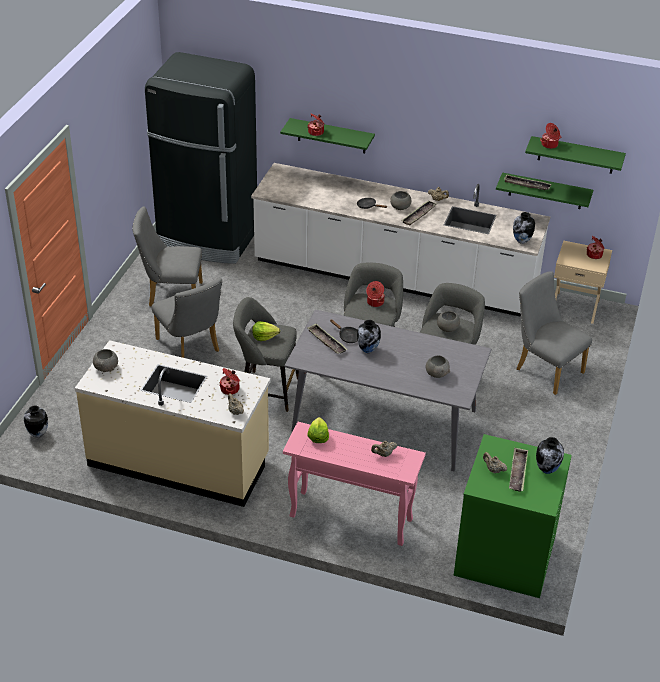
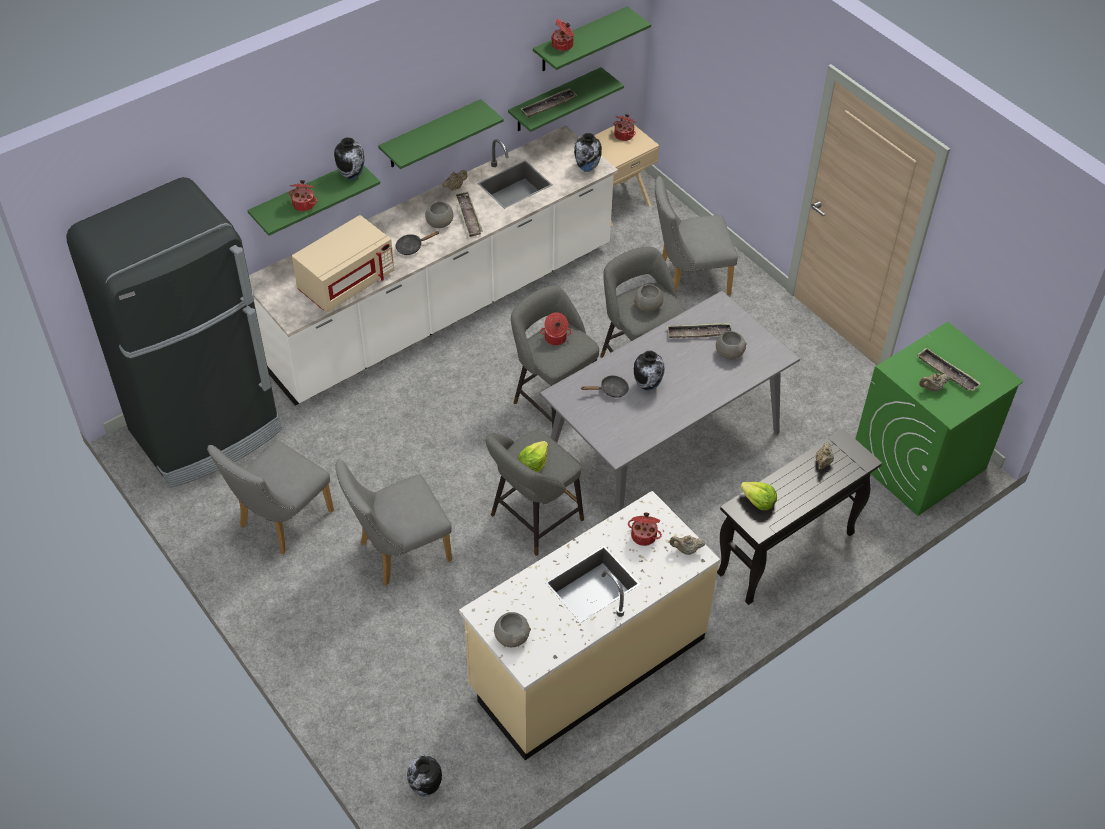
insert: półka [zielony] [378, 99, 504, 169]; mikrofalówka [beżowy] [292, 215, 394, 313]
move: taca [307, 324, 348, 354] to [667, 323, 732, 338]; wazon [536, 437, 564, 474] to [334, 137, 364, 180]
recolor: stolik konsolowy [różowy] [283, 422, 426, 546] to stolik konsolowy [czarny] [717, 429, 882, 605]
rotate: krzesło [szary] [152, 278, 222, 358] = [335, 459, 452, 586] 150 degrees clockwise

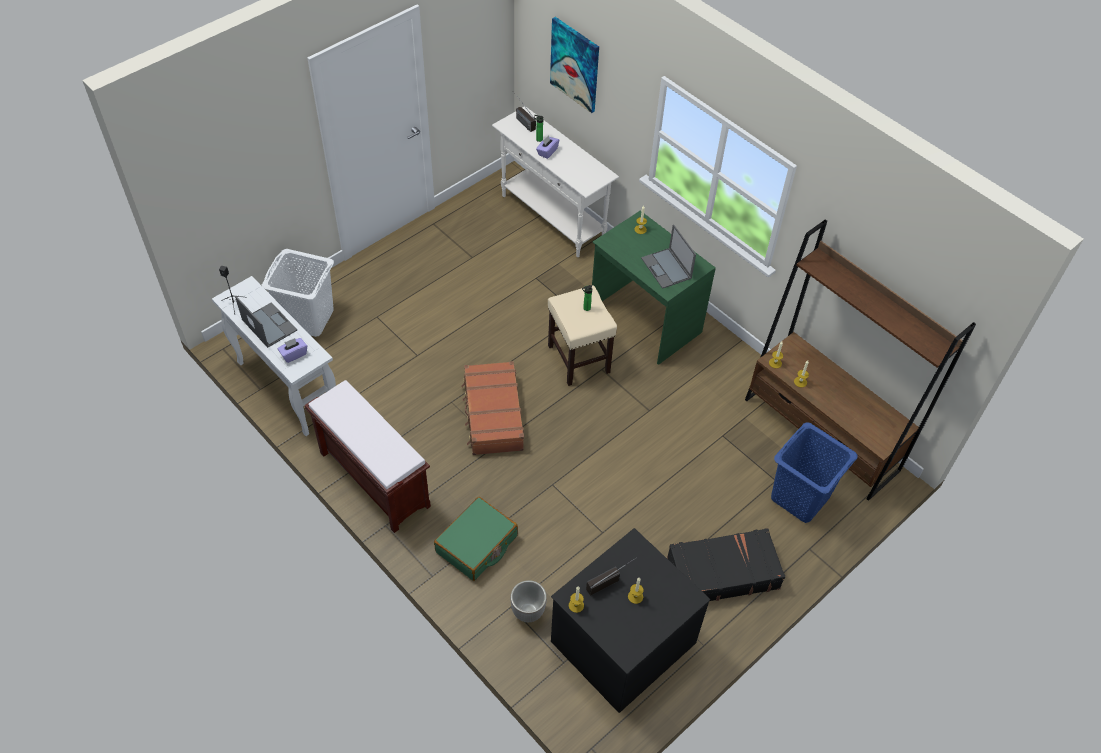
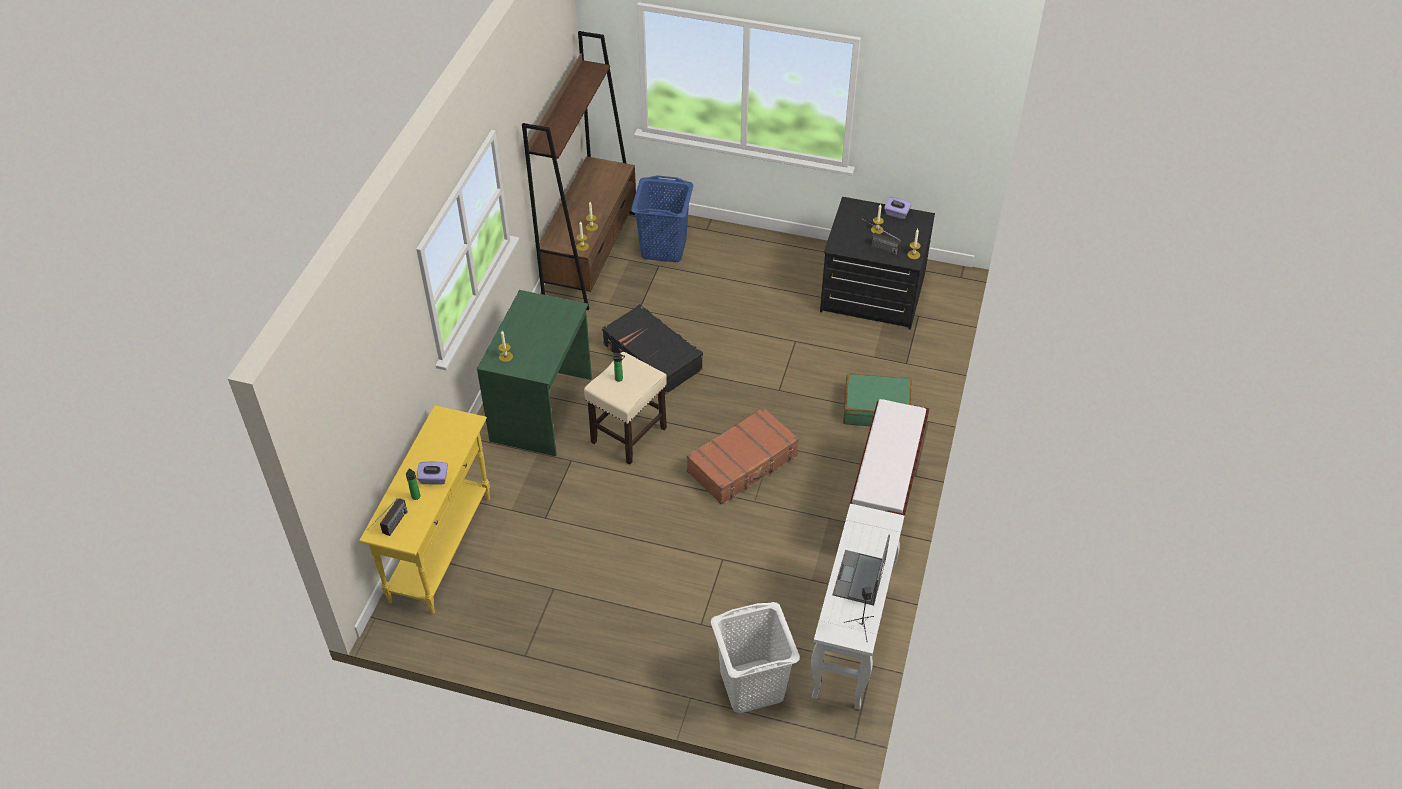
delete: obraz [550, 17, 599, 113]; laptop [641, 224, 696, 289]; donica [510, 580, 547, 622]
move: pudełko chusteczek [fioletowy] [278, 338, 307, 363] to [884, 197, 912, 219]; walizka [czarny] [667, 528, 785, 601] to [602, 304, 703, 395]
recolor: stolik konsolowy [biały] [492, 106, 619, 257] to stolik konsolowy [żółty] [359, 405, 490, 614]

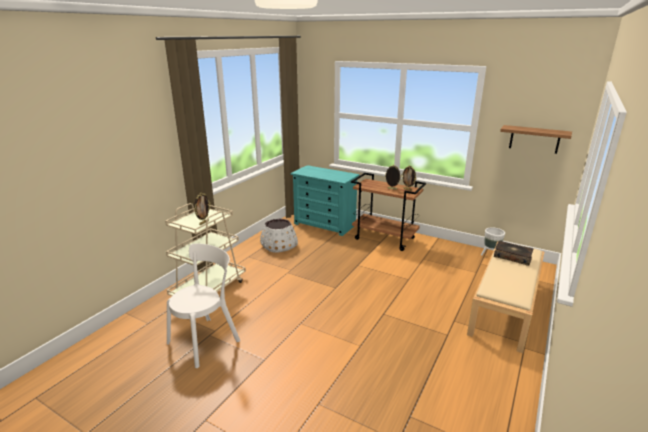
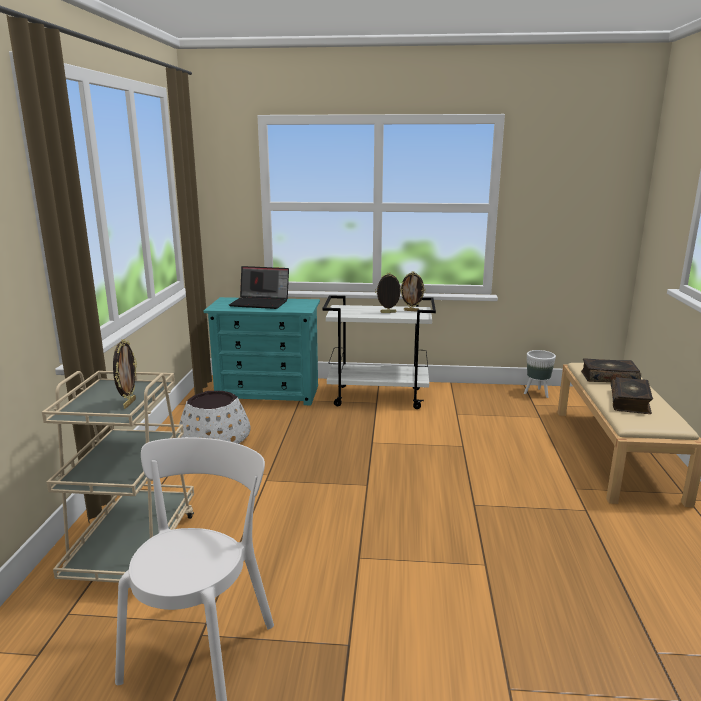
delete: półka [500, 125, 572, 154]
insert: laptop [229, 266, 289, 309]; książka [611, 377, 653, 414]
recolor: wózek [brązowy] [351, 173, 426, 251] to wózek [biały] [322, 295, 436, 409]

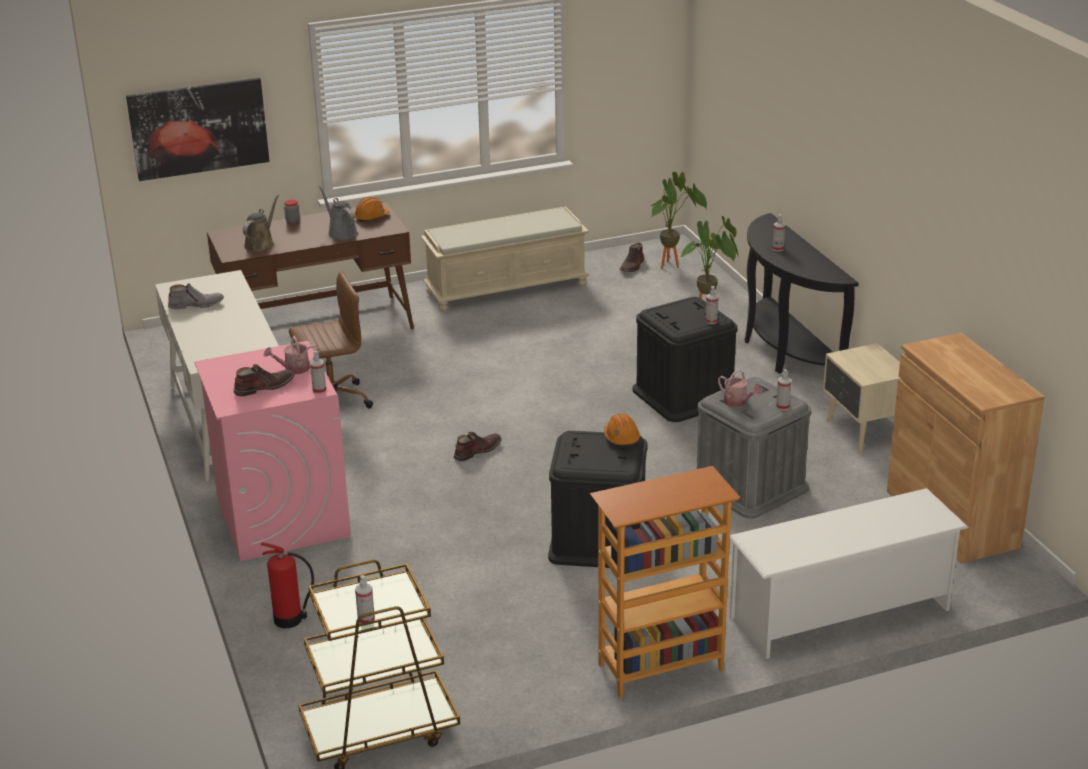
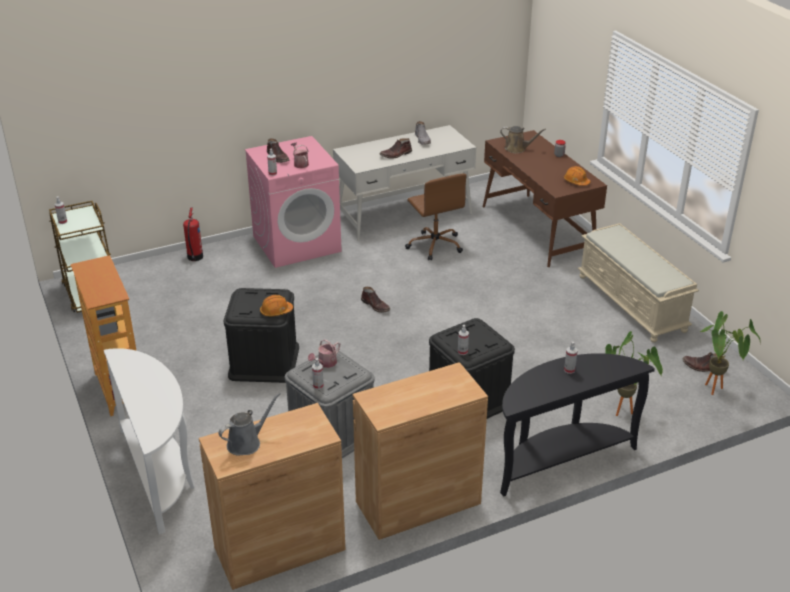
delete: obraz [126, 78, 270, 181]
insert: but z cholewką [brązowy] [380, 138, 412, 159]
move: konewka [szary] [319, 186, 357, 240] to [219, 392, 281, 456]
replace: szafka nocna [beżowy] [823, 343, 902, 453] to szafka [brązowy] [353, 362, 488, 540]; regał na buty [biały] [730, 488, 969, 659] to stolik konsolowy [biały] [104, 348, 195, 534]

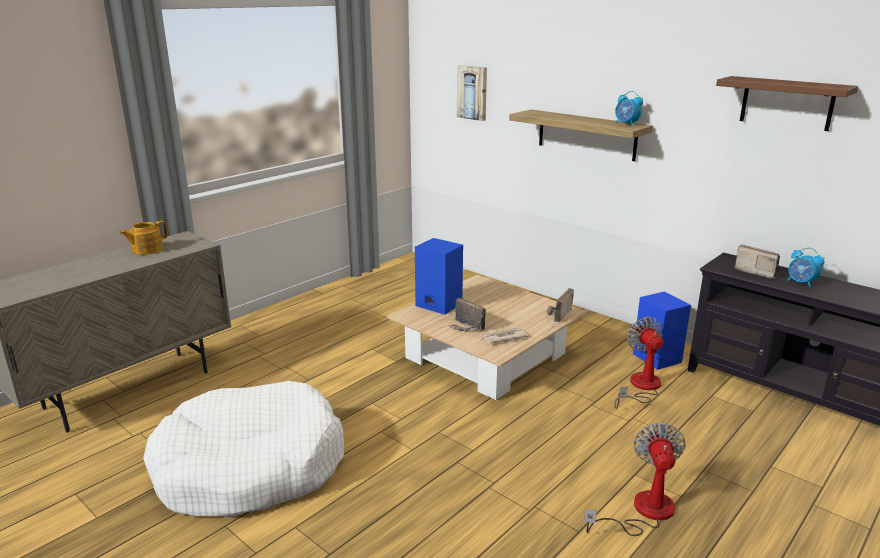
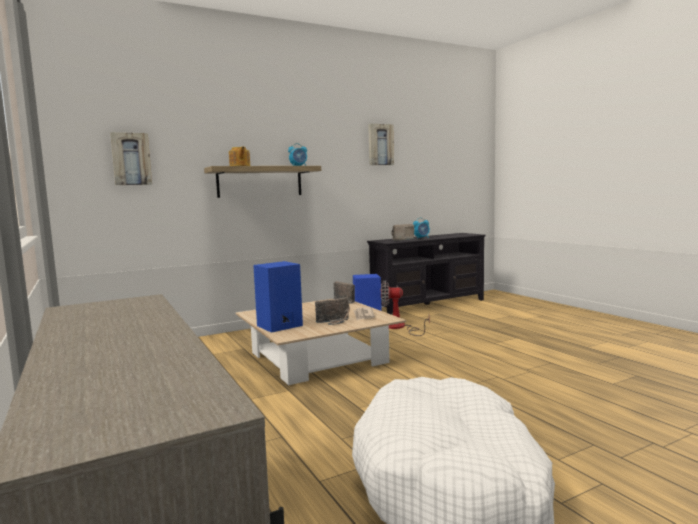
delete: wentylator [584, 423, 686, 536]
move: imbryk [120, 220, 168, 255] to [229, 146, 250, 166]
replace: półka [brązowy] [716, 76, 858, 131] to obraz [368, 124, 394, 165]

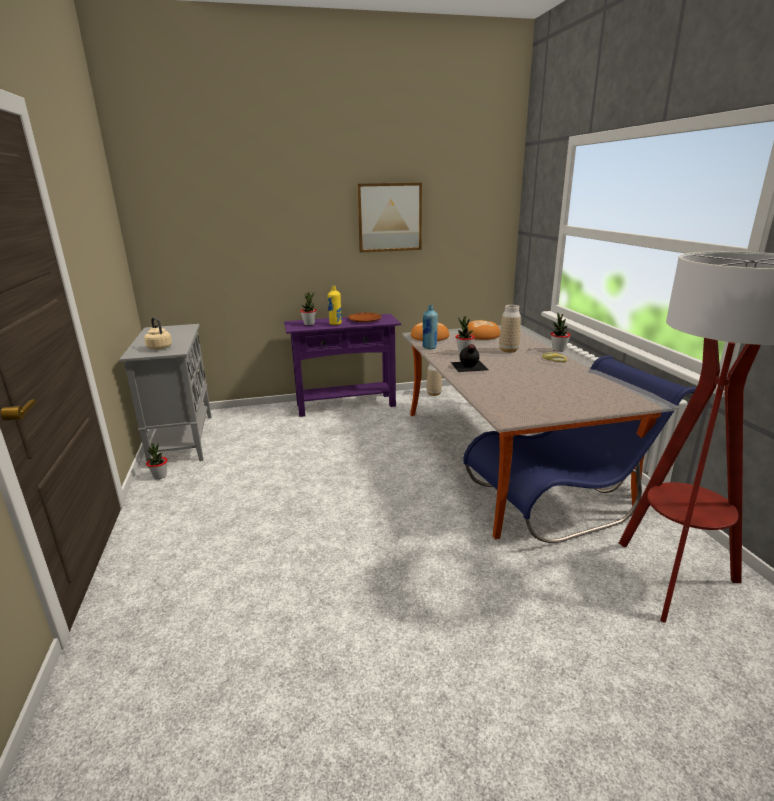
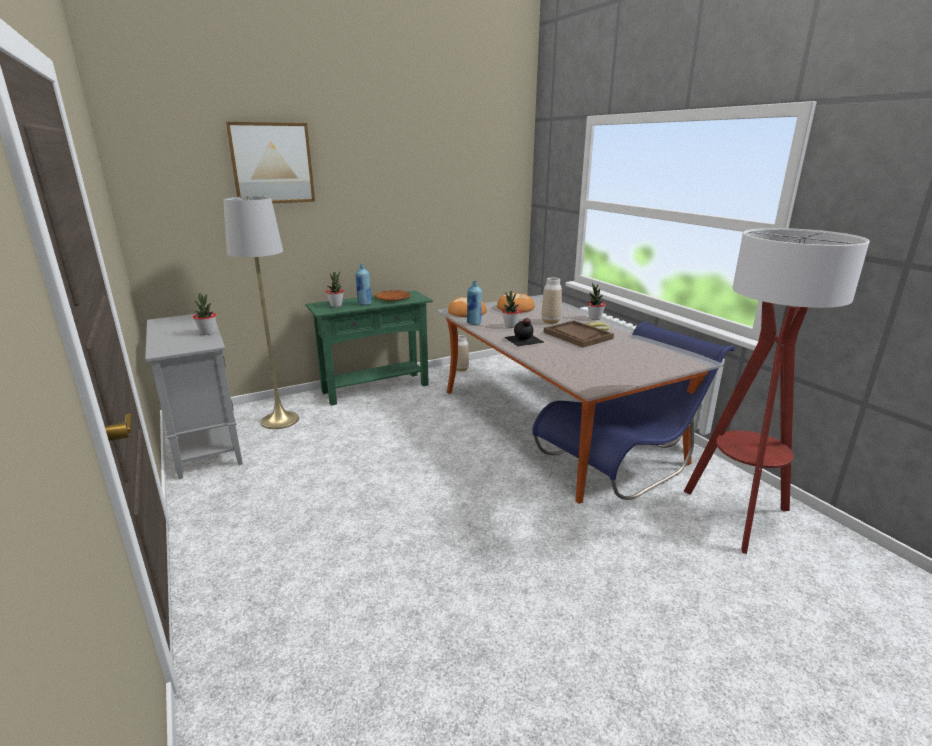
delete: czajnik [beżowy] [144, 317, 172, 350]
insert: lampa stojąca [szary] [223, 196, 299, 429]; taca [brązowy] [544, 320, 614, 347]
move: obraz [357, 183, 422, 253] to [225, 122, 315, 203]; roślina doniczkowa [146, 443, 168, 479] to [193, 293, 216, 335]
recolor: butelka [żółty] [328, 286, 342, 325] to butelka [niebieski] [356, 264, 371, 305]; stolik konsolowy [fioletowy] [284, 314, 401, 417] to stolik konsolowy [zielony] [305, 291, 433, 406]

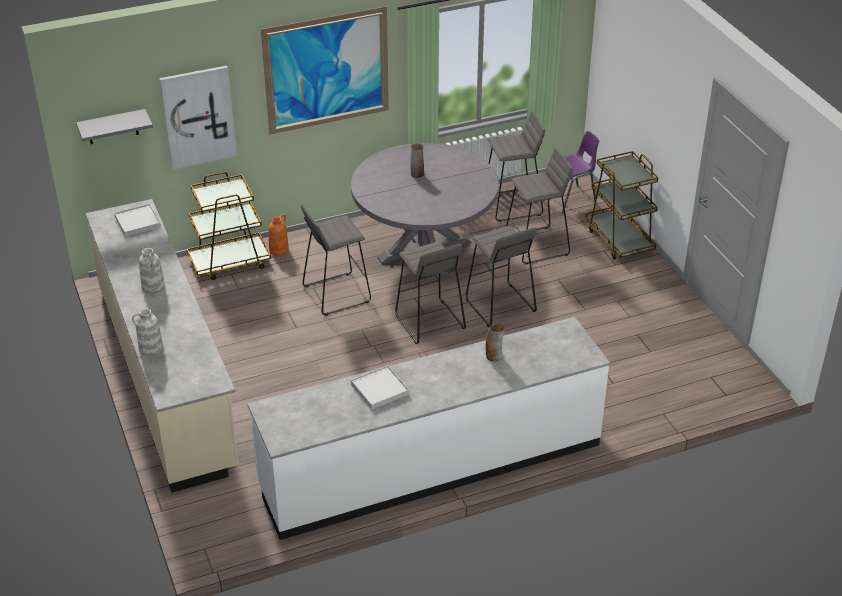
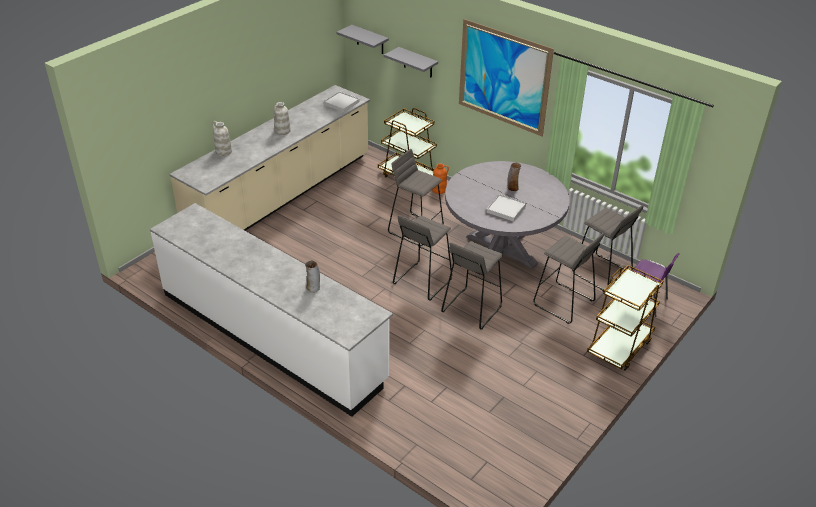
move: taca [biały] [351, 365, 409, 410] to [487, 194, 526, 222]
replace: obraz [159, 66, 237, 169] to półka [szary] [384, 47, 438, 78]

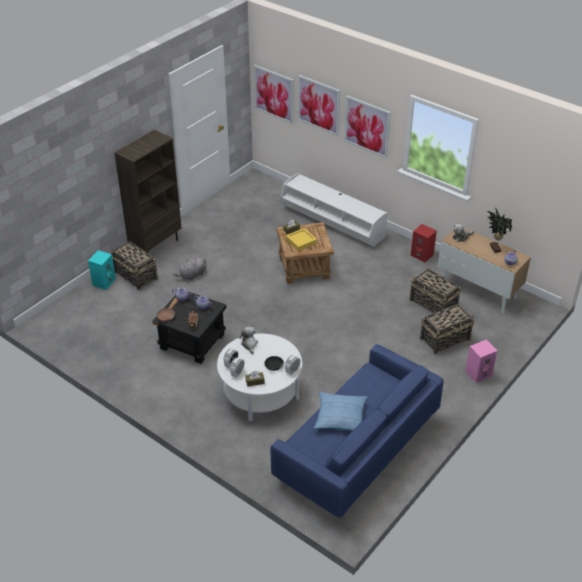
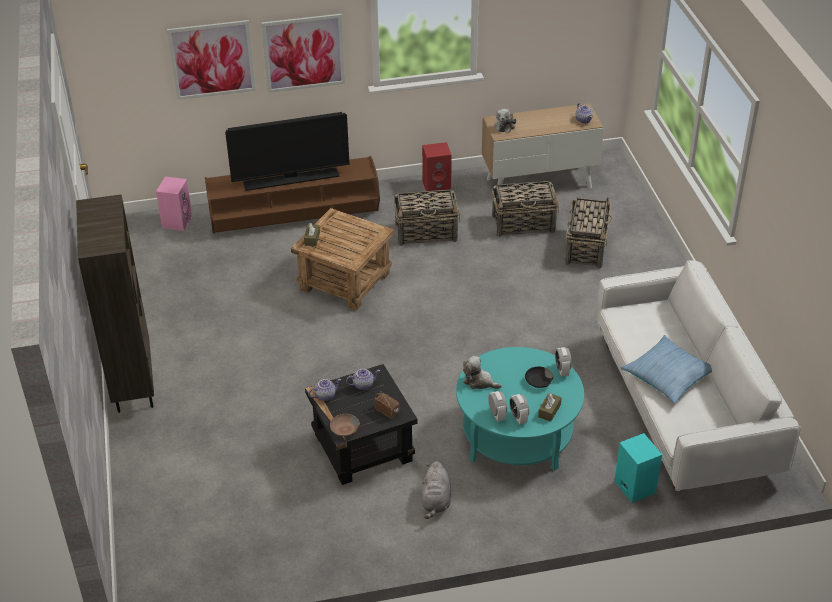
delete: obraz [254, 65, 293, 124]; roślina doniczkowa [488, 207, 512, 253]; taca [żółty] [286, 228, 317, 251]
insert: telewizor [225, 112, 350, 191]
move: koszyk [110, 241, 158, 290] to [394, 189, 460, 246]; głośnik [turkusowy] [88, 250, 116, 290] to [615, 433, 662, 503]; pluszak [szary] [173, 256, 207, 281] to [422, 461, 451, 519]; głośnik [różowy] [465, 340, 497, 383] to [156, 177, 192, 231]
recolor: szafka pod telewizor [biały] [281, 173, 388, 247] to szafka pod telewizor [brązowy] [205, 156, 380, 234]; ława [biały] [217, 334, 302, 421] to ława [turkusowy] [456, 347, 584, 471]; kanapa [niebieski] [271, 344, 443, 518] to kanapa [biały] [596, 260, 801, 491]

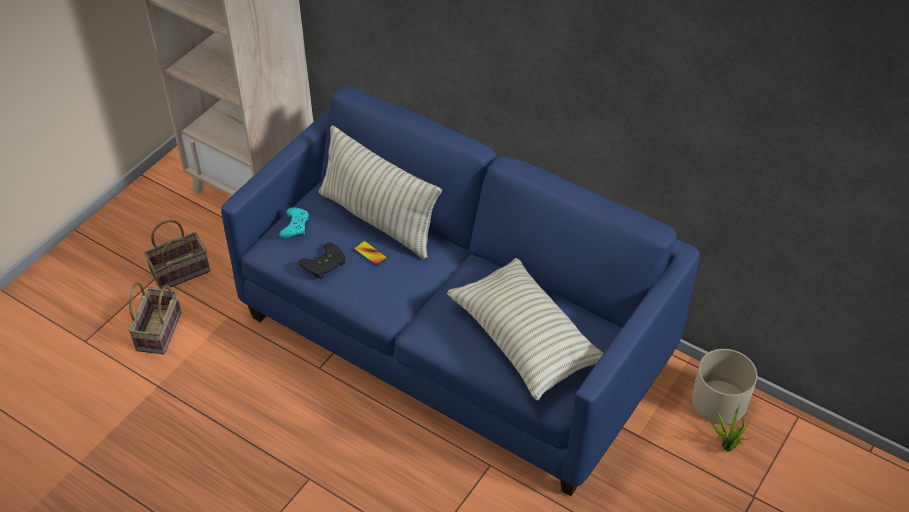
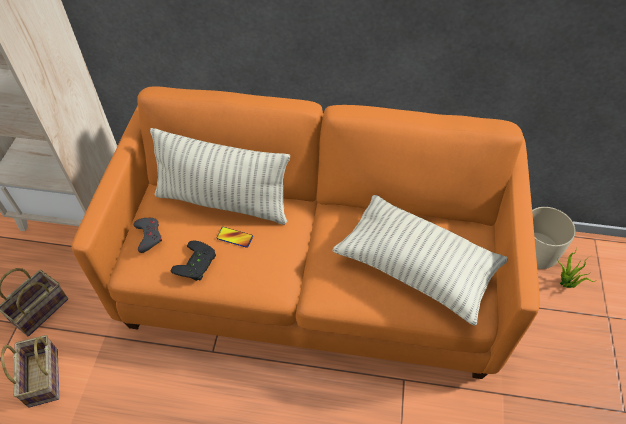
recolor: kanapa [niebieski] [221, 86, 700, 496] to kanapa [pomarańczowy] [71, 86, 540, 379]; pad do gier [turkusowy] [279, 207, 309, 238] to pad do gier [szary] [134, 218, 162, 253]

